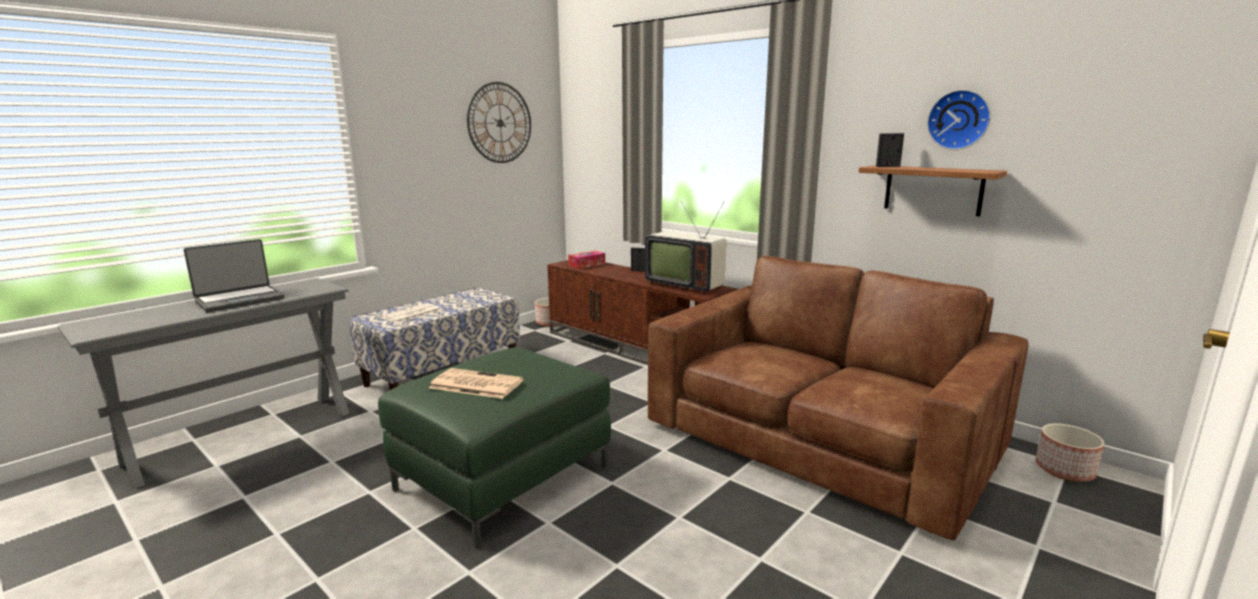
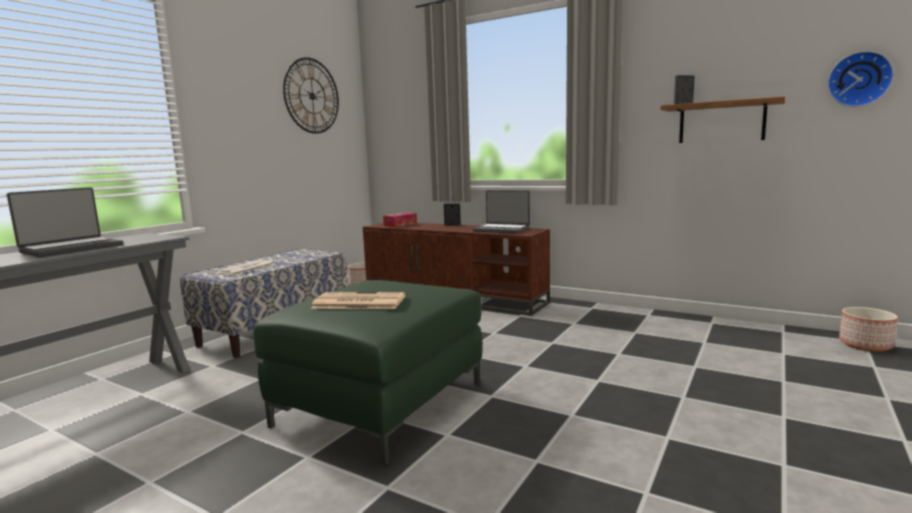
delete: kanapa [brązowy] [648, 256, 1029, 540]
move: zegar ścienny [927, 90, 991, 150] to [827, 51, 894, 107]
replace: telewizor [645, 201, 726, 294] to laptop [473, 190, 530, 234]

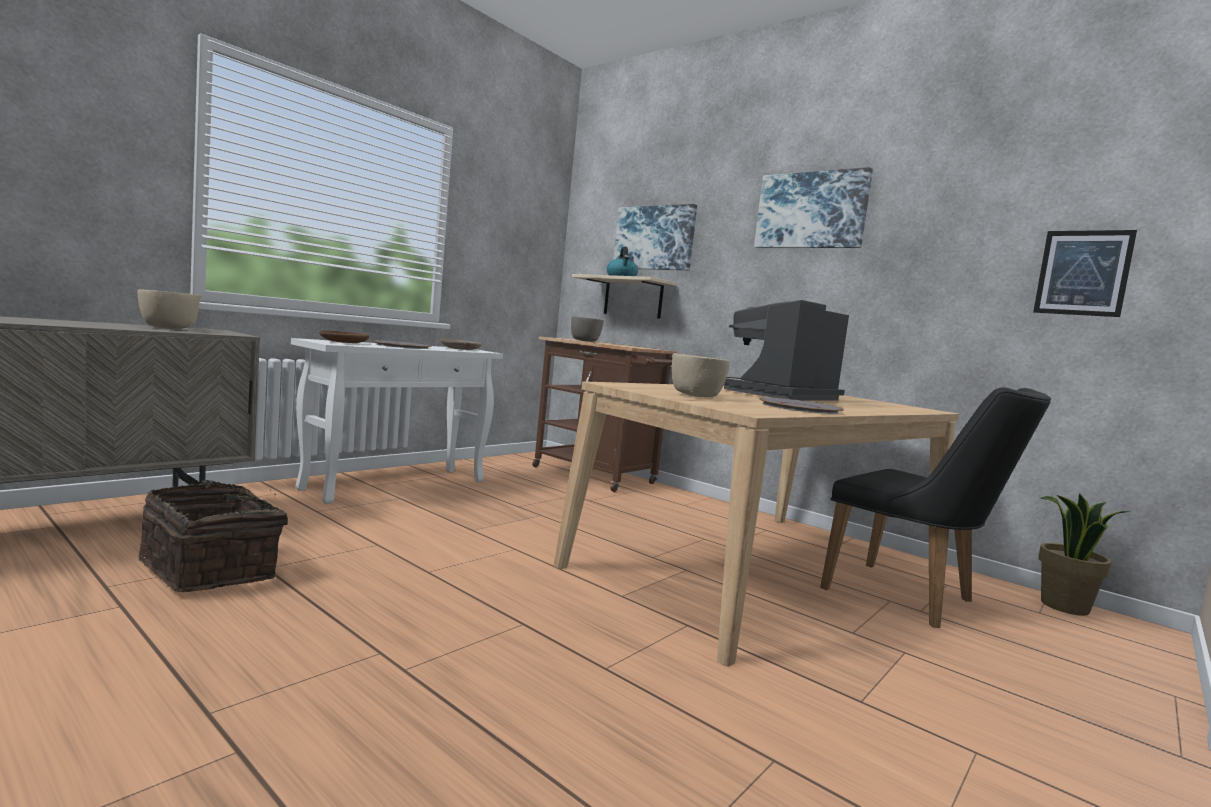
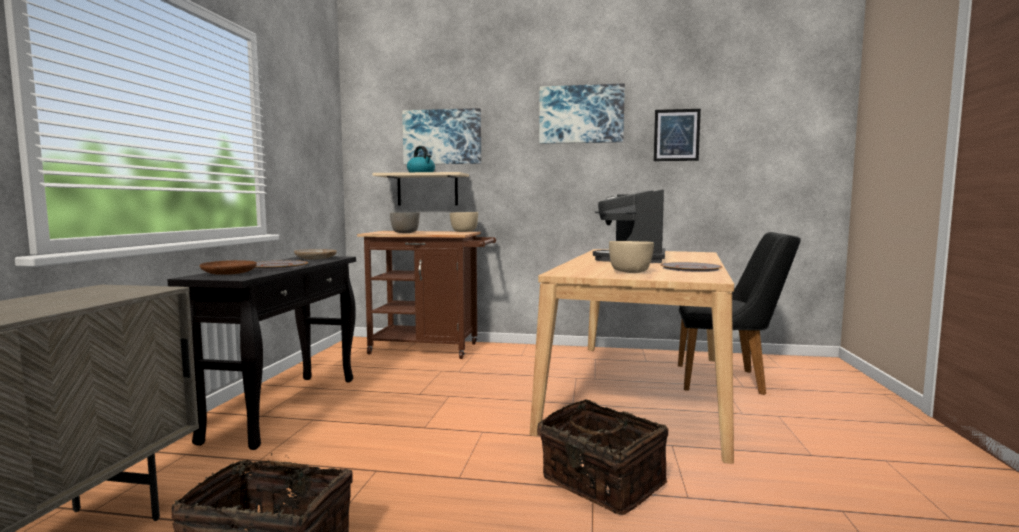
delete: roślina doniczkowa [1038, 493, 1130, 616]
insert: koszyk [537, 399, 669, 515]
move: obraz [1033, 230, 1137, 317] to [654, 109, 701, 161]; miska [beżowy] [138, 289, 201, 329] to [450, 212, 478, 232]
recolor: stolik konsolowy [biały] [291, 338, 503, 504] to stolik konsolowy [czarny] [167, 256, 356, 450]

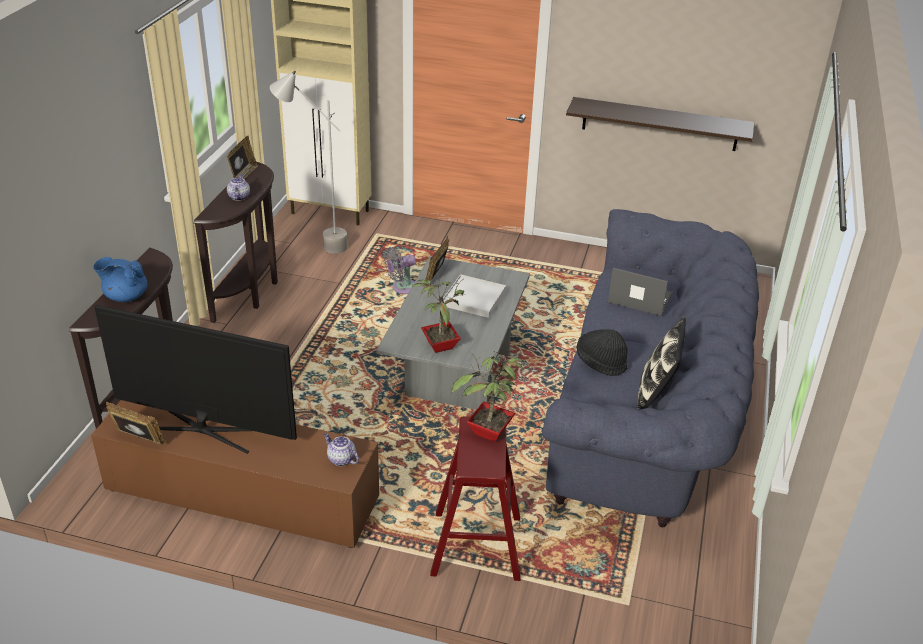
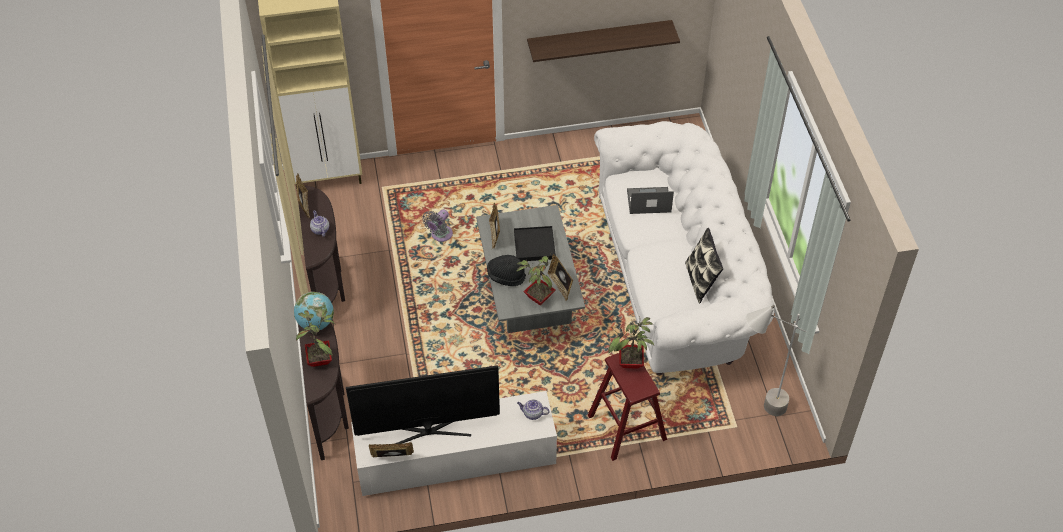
insert: ramka na zdjęcie [548, 254, 573, 300]; globus [294, 292, 334, 330]
move: lampa stojąca [szary] [270, 70, 348, 254] to [746, 305, 807, 416]; kapelusz [czarny] [576, 329, 628, 376] to [487, 255, 526, 286]
replace: imbryk [niebieski] [93, 257, 147, 302] to roślina doniczkowa [296, 310, 335, 367]
recolor: kanapa [niebieski] [542, 209, 759, 527] to kanapa [biały] [594, 121, 774, 376]; taca [biały] [443, 274, 506, 318] to taca [czarny] [514, 226, 556, 262]; szafka pod telewizor [brązowy] [91, 400, 379, 548] to szafka pod telewizor [biały] [351, 391, 557, 496]

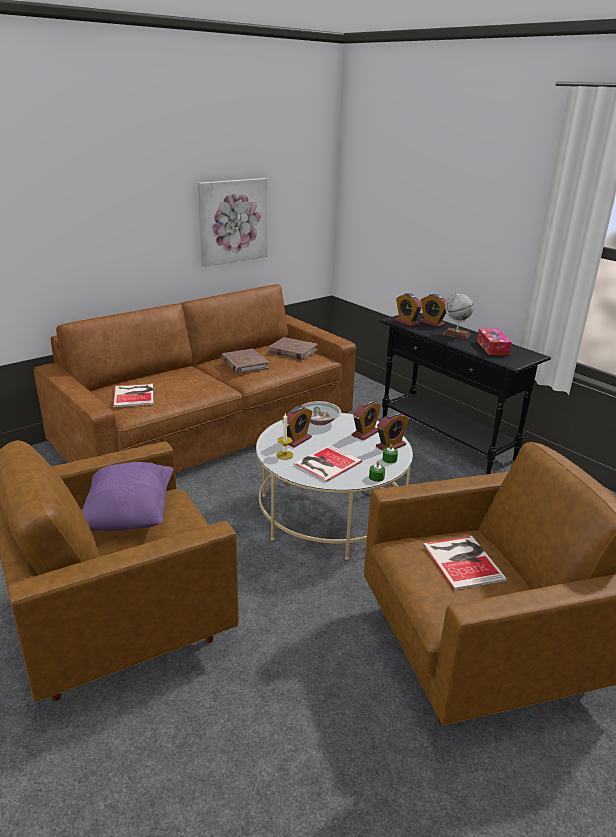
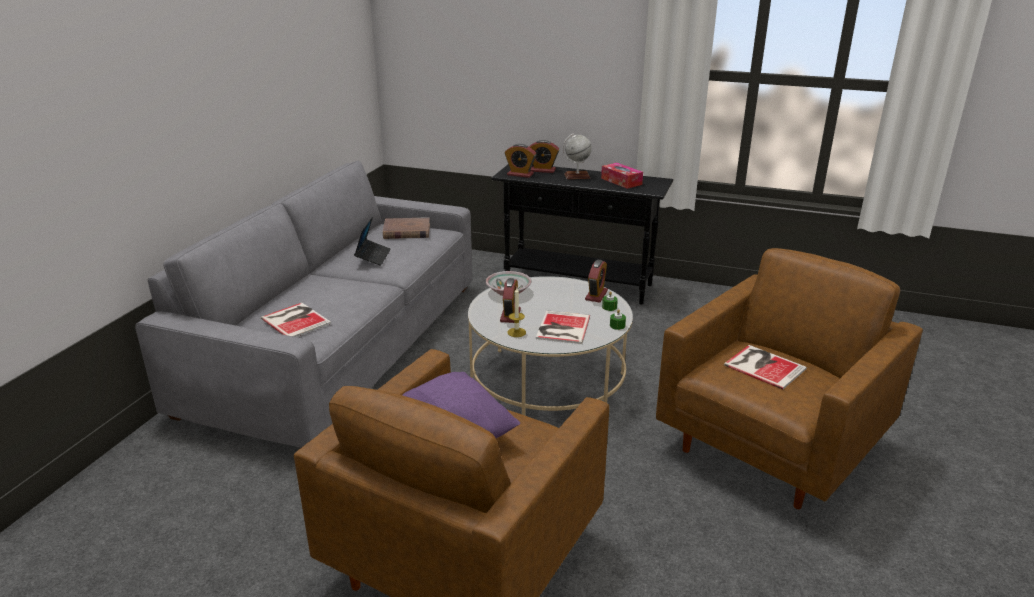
delete: obraz [198, 178, 268, 267]; budzik [352, 400, 381, 440]
replace: książka [brązowy] [221, 349, 269, 374] to laptop [354, 216, 391, 266]
recolor: kanapa [brązowy] [34, 284, 356, 473] to kanapa [szary] [135, 161, 473, 448]

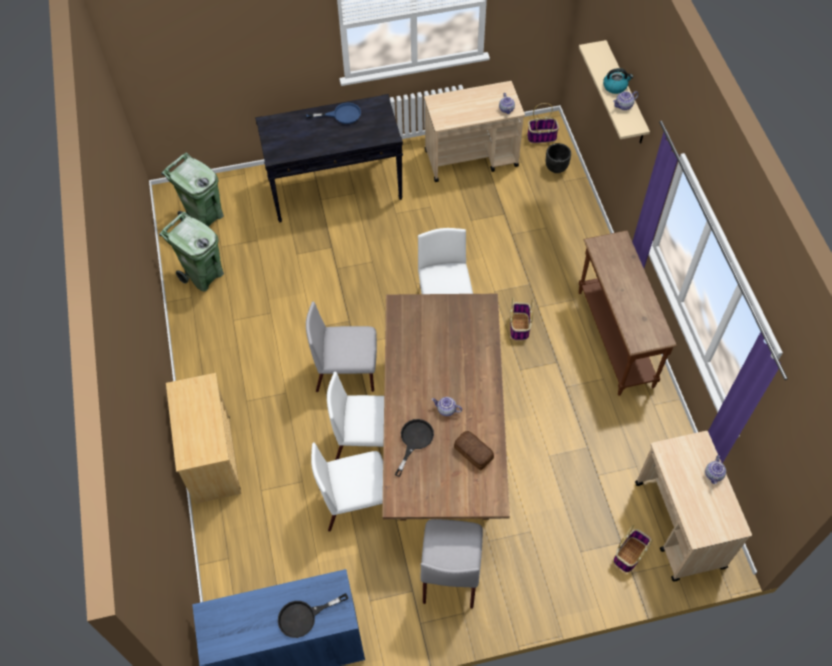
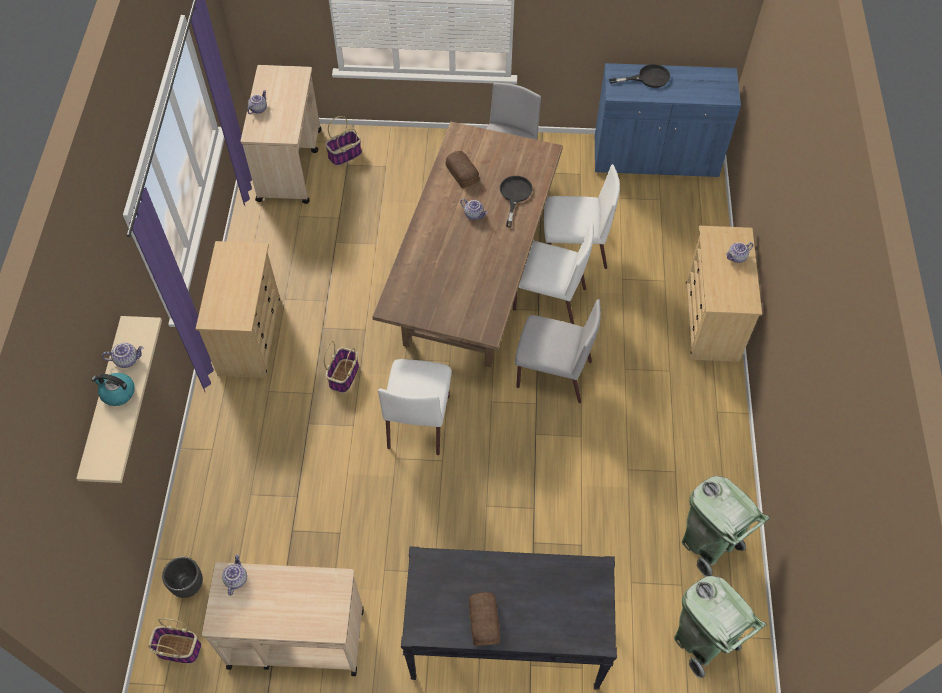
insert: imbryk [726, 242, 753, 263]
replace: patelnia [niebieski] [306, 103, 361, 124] to chleb [469, 592, 500, 646]; stolik konsolowy [brązowy] [579, 230, 677, 396] to komoda [beżowy] [196, 241, 281, 378]
rotate: patelnia [czarny] [395, 419, 434, 477] = [500, 176, 533, 227] 150 degrees clockwise

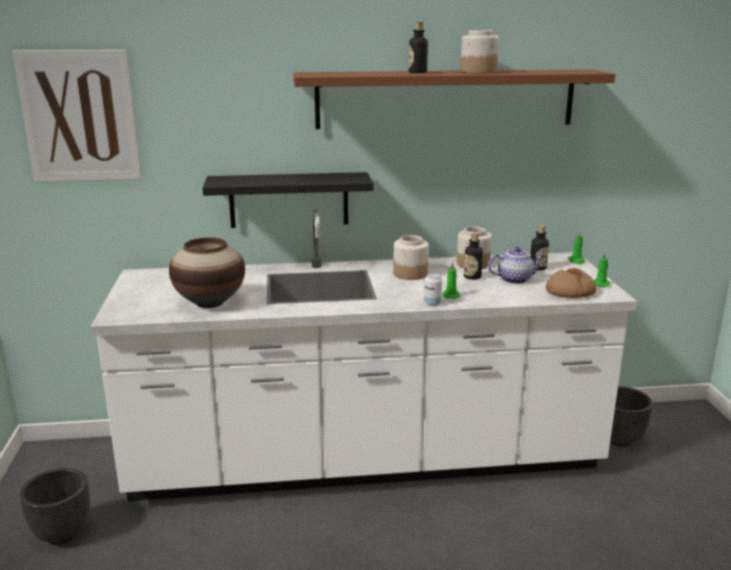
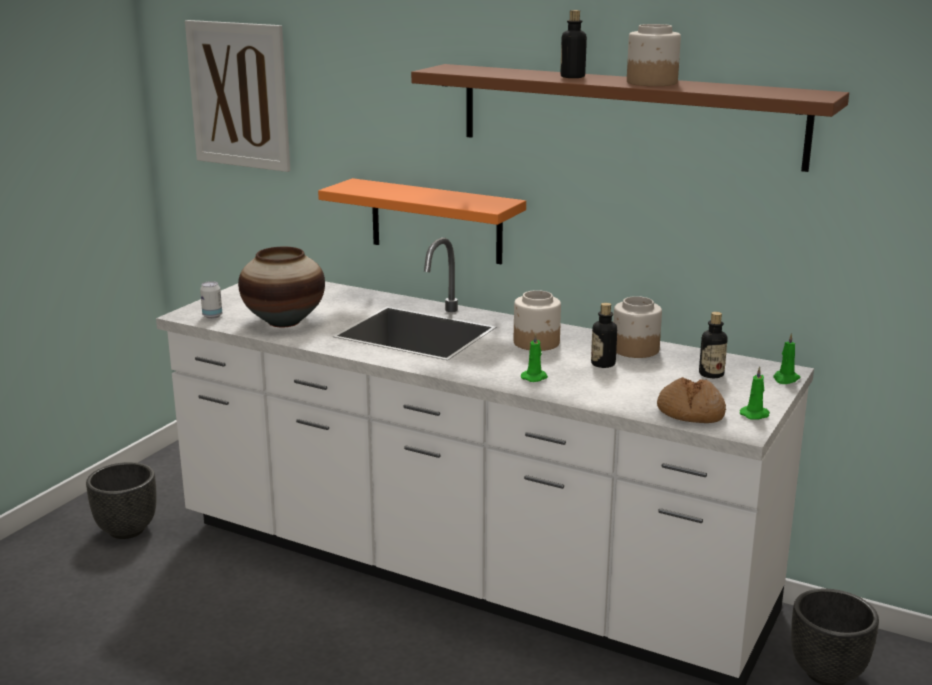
delete: imbryk [488, 247, 545, 284]
move: puszka [424, 273, 442, 306] to [200, 281, 222, 319]
recolor: półka [czarny] [203, 172, 373, 228] to półka [pomarańczowy] [318, 178, 526, 264]

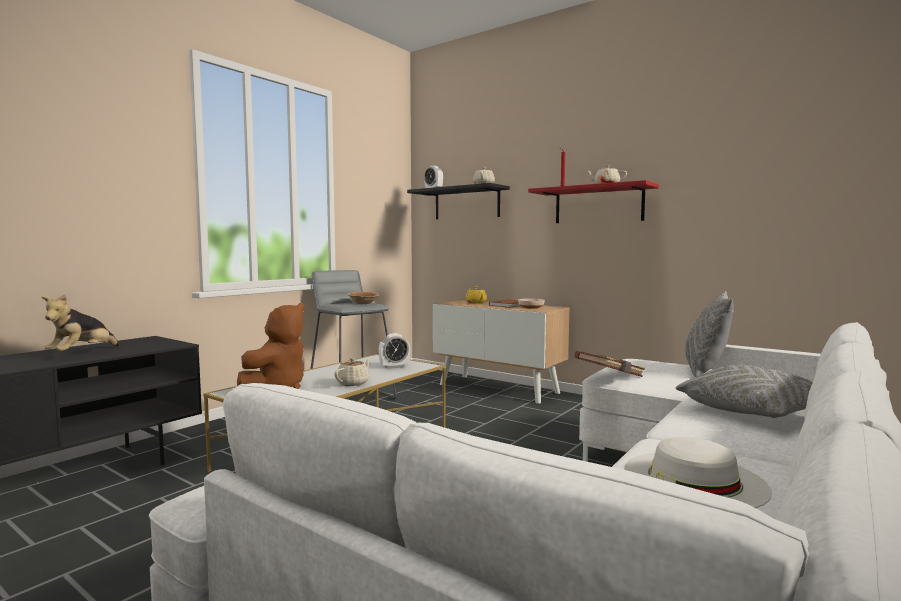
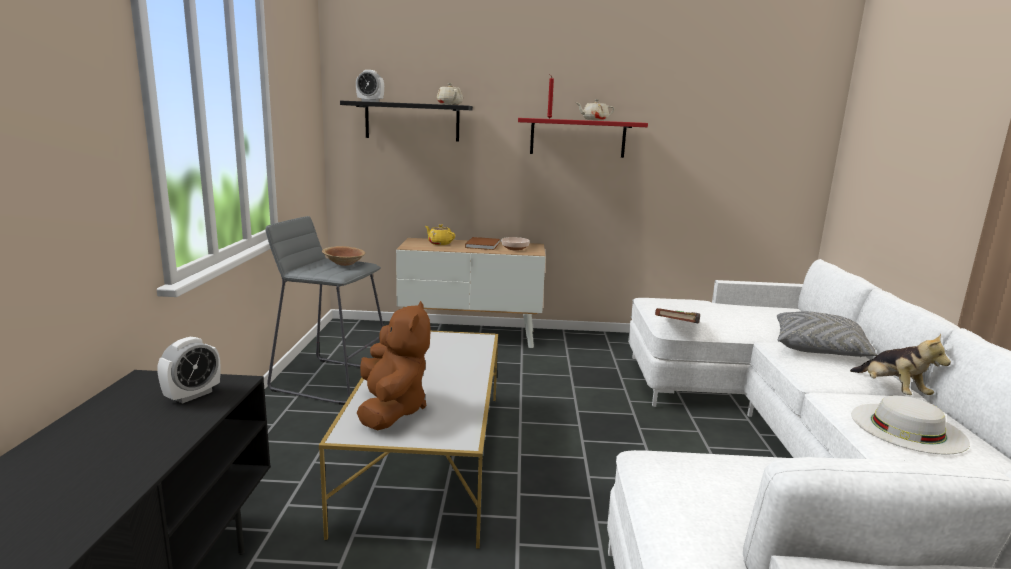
delete: poduszka [szary] [685, 291, 734, 377]; imbryk [beżowy] [334, 358, 371, 386]
move: pluszak [42, 294, 120, 351] to [850, 334, 951, 395]; budzik [379, 333, 410, 369] to [157, 337, 220, 404]

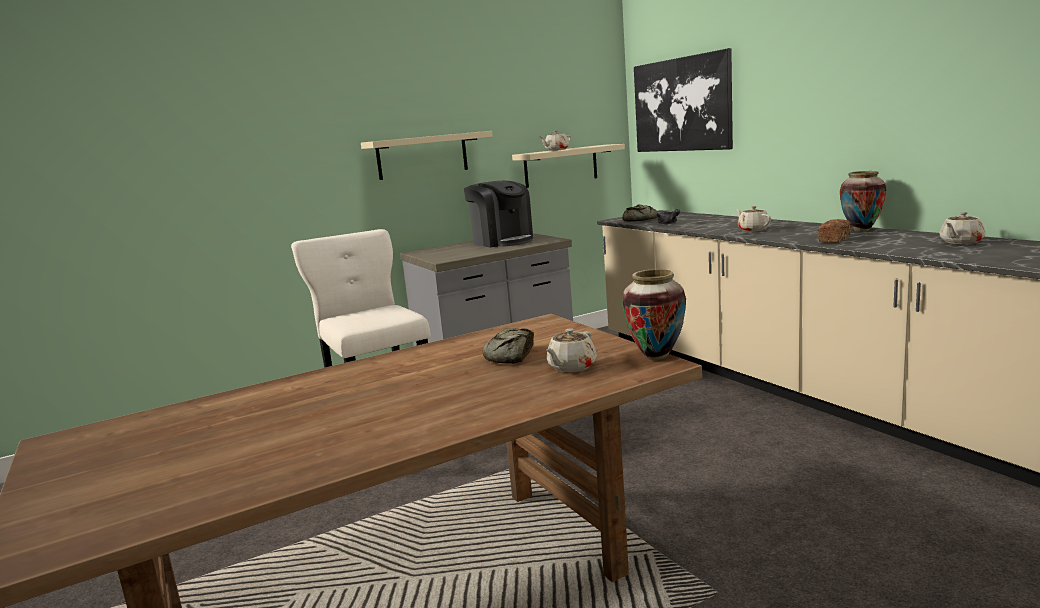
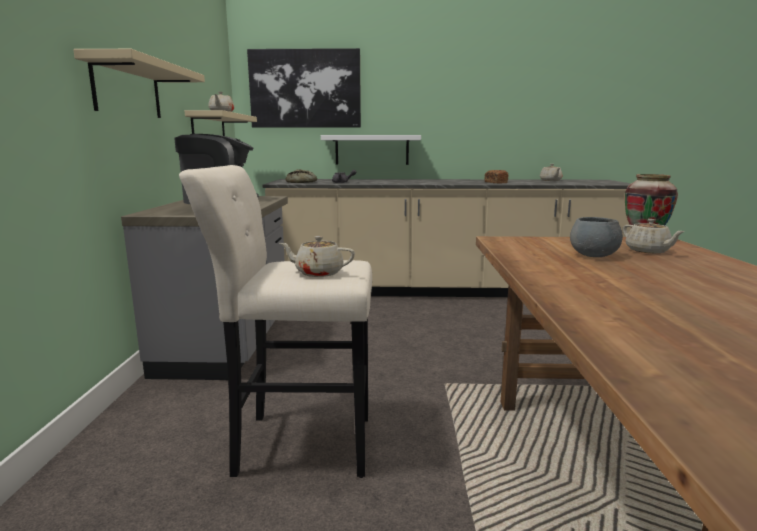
delete: wazon [840, 171, 886, 232]
insert: półka [biały] [321, 135, 421, 165]
move: imbryk [beżowy] [736, 206, 771, 232] to [280, 236, 355, 277]
replace: chleb [483, 328, 534, 364] to miska [szary] [570, 217, 623, 257]

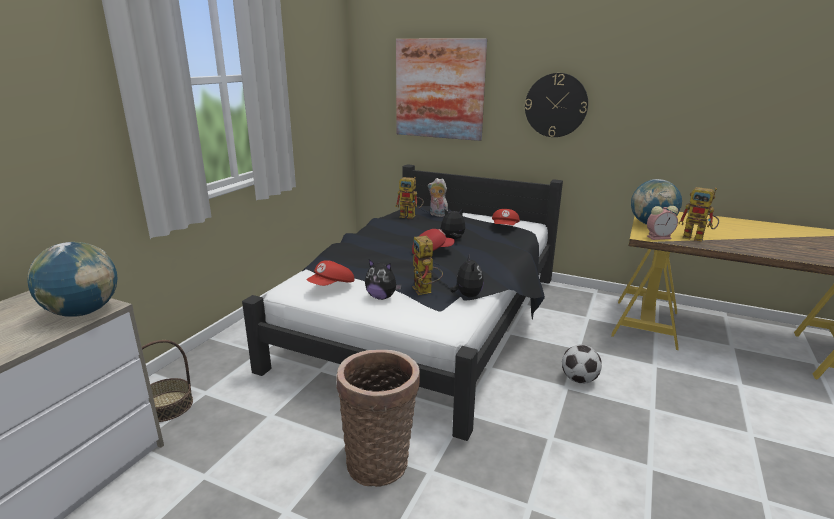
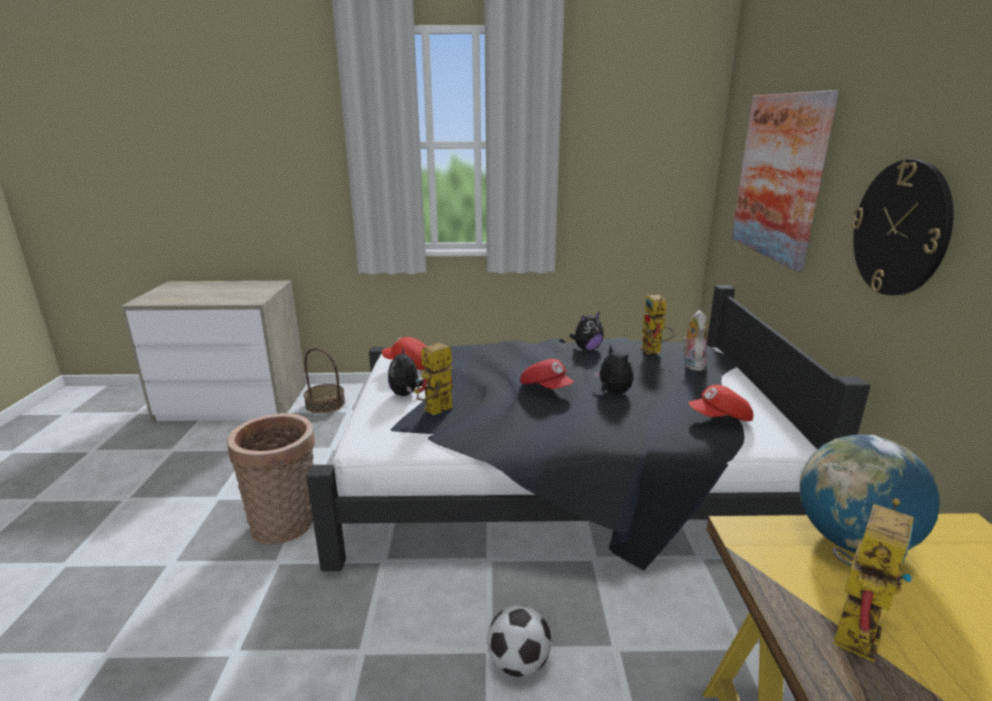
delete: budzik [647, 206, 678, 240]; globus [27, 242, 118, 317]
move: pluszak [450, 254, 484, 297] to [569, 311, 604, 351]
rotate: robot zabawkowy [678, 187, 719, 242] = [832, 499, 914, 662] 150 degrees counterclockwise

